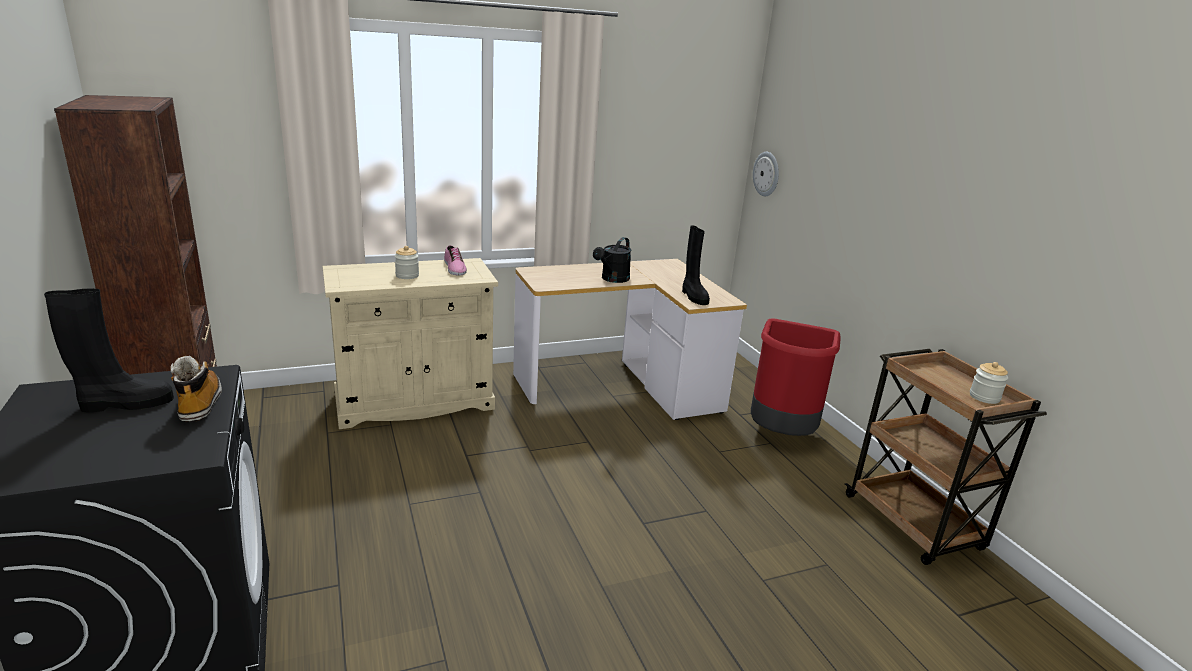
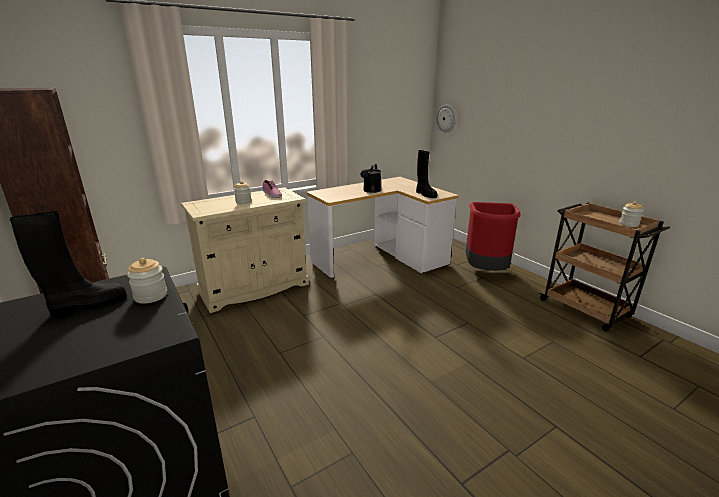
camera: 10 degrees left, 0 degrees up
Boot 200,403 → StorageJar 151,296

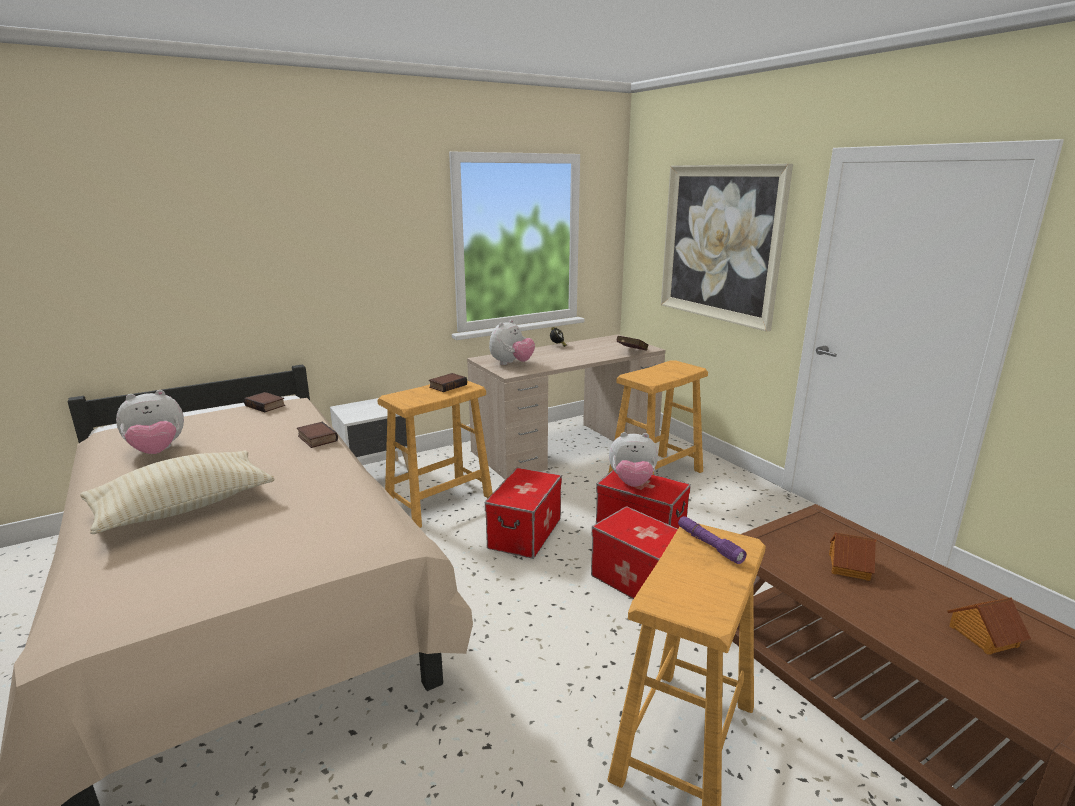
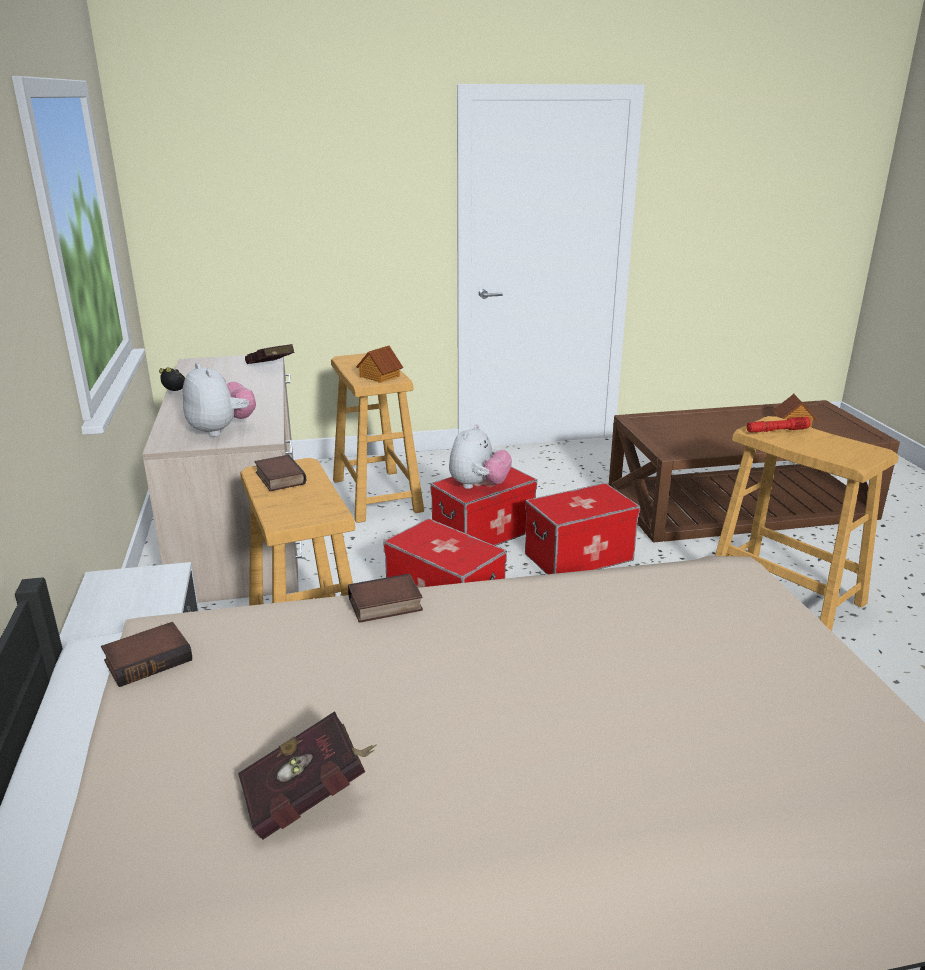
camera: 70 degrees left, 5 degrees up
SandColouredPillow 184,507 → -
CuddlyToy 157,452 → RedBook 309,797
WallPicture 720,243 → -
PurpleFlashlight 709,545 → RedFlashlight 776,431
ModelHouse 848,566 → ModelHouse 379,376, shifted

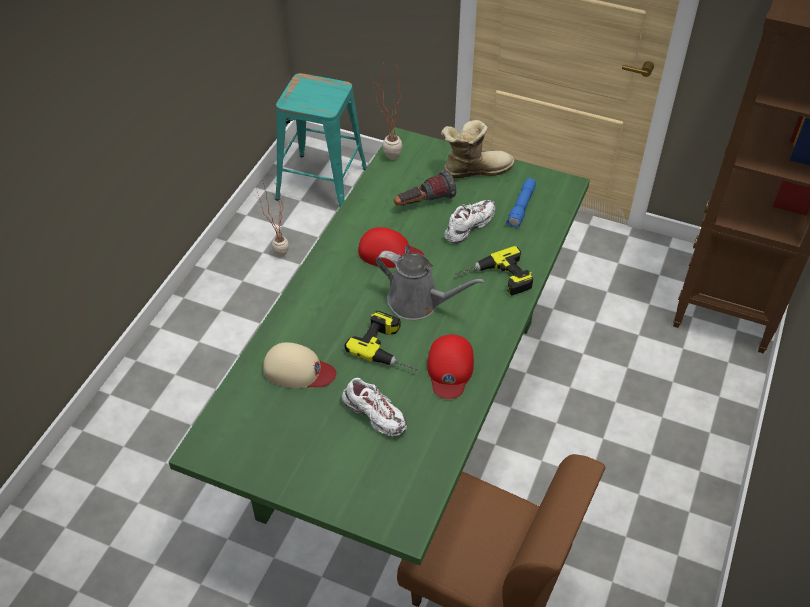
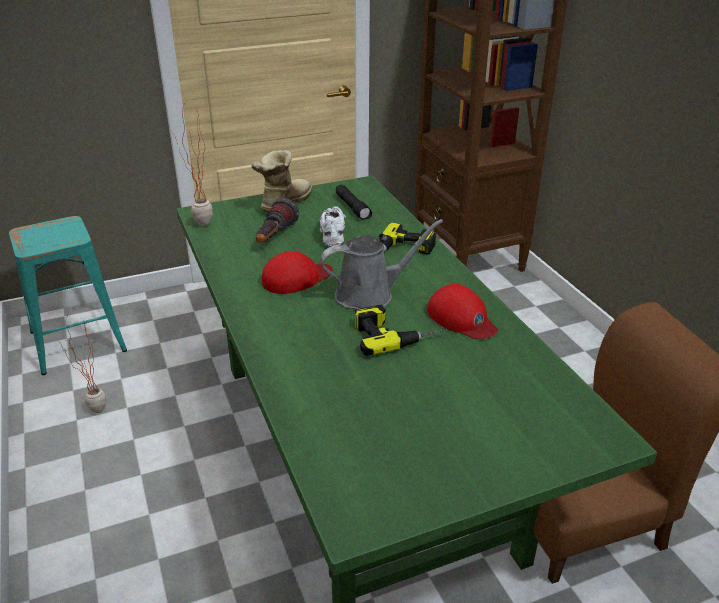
camera: 45 degrees left, 15 degrees down
SandColouredBaseballCap 298,370 → -
WhiteItemOfFootwear 375,415 → -
BlueFlashlight 521,208 → BlackFlashlight 353,208

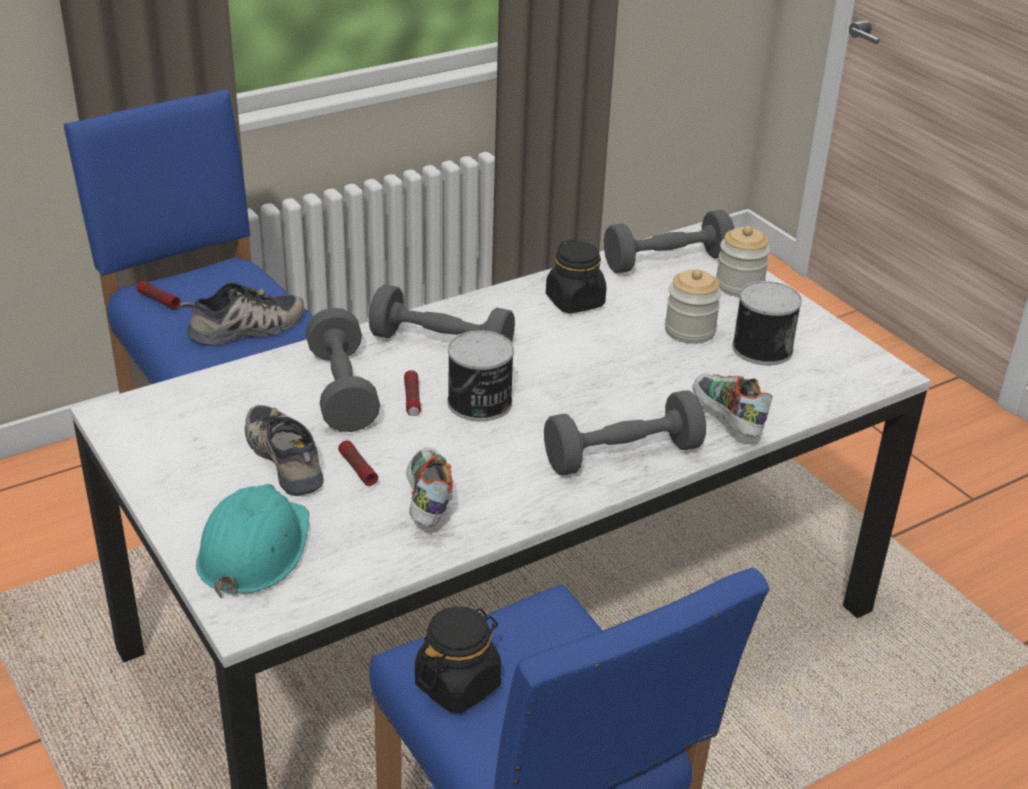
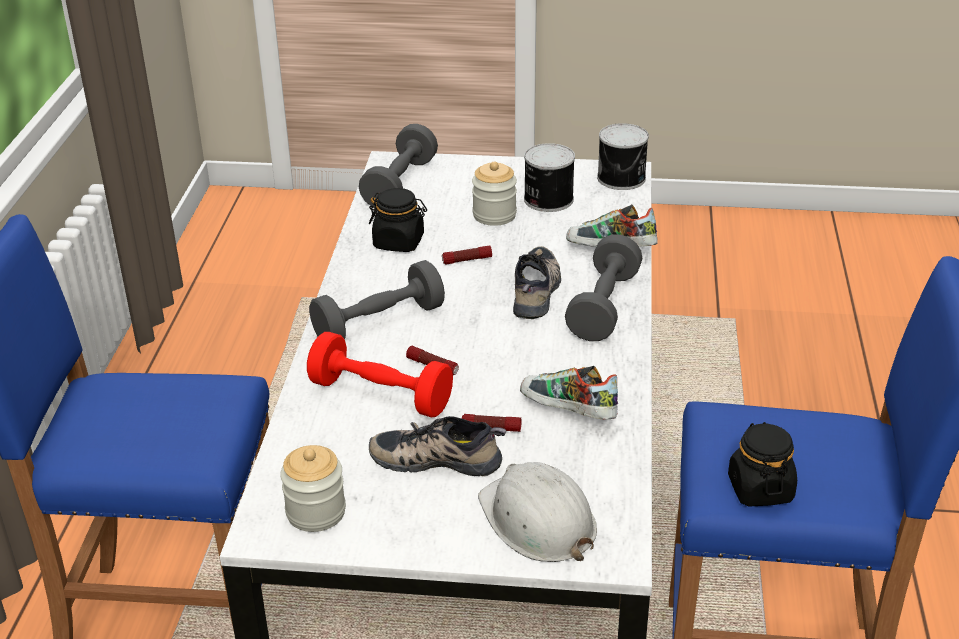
camera: 50 degrees left, 0 degrees up
Flashlight 158,300 → Flashlight 467,260, shifted
ItemOfFootwear 246,329 → ItemOfFootwear 538,291, shifted
TurquoiseColouredWorkHelmet 253,549 → WhiteWorkHelmet 537,521
GrayHandWeight 342,391 → RedHandWeight 381,395
SealedCan 480,403 → SealedCan 622,178, shifted
StorageJar 739,285 → StorageJar 316,512, shifted

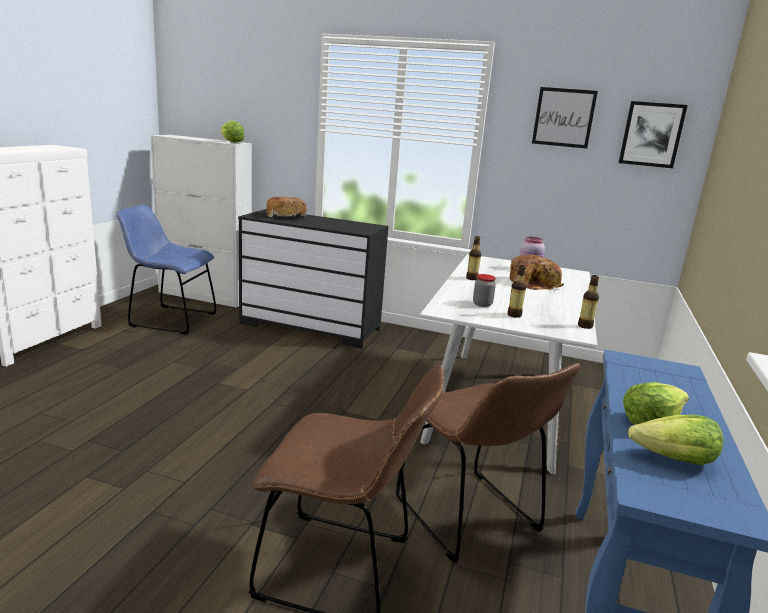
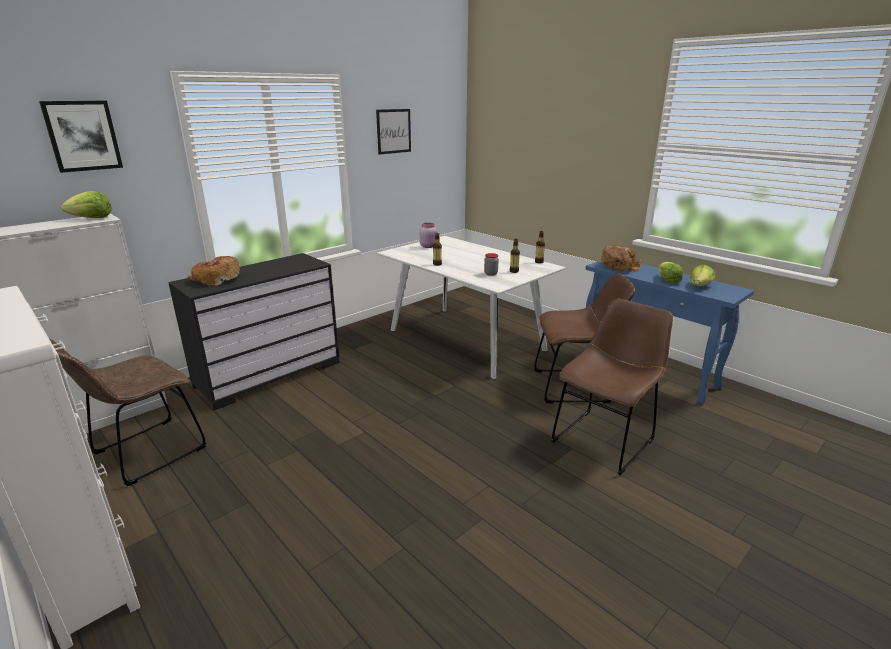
camera: 60 degrees left, 5 degrees up
BluePlainChair 169,319 → BrownPlainChair 144,453
Bread 534,283 → Bread 620,266, shifted
WallPicture 651,134 → WallPicture 82,136, shifted

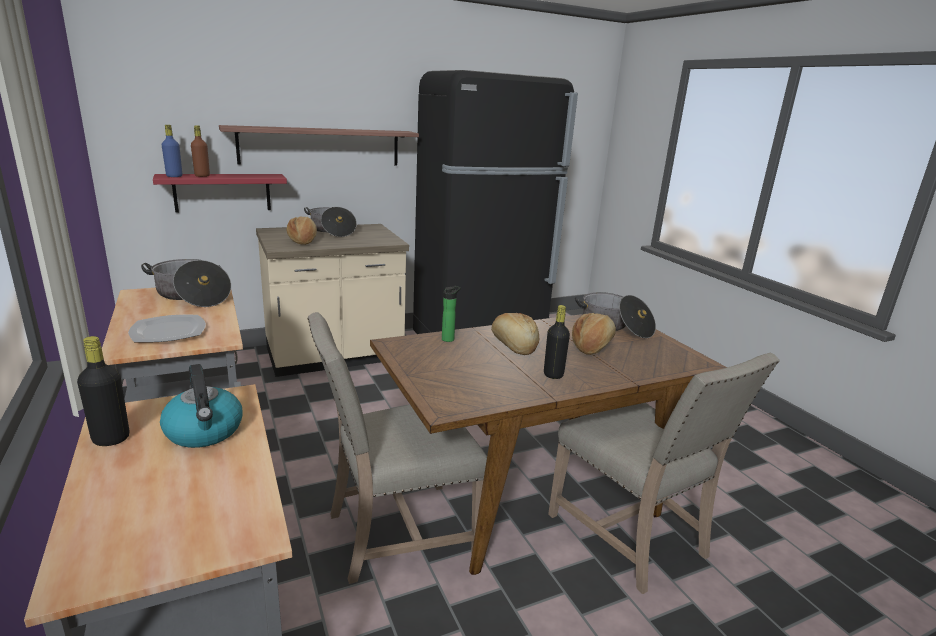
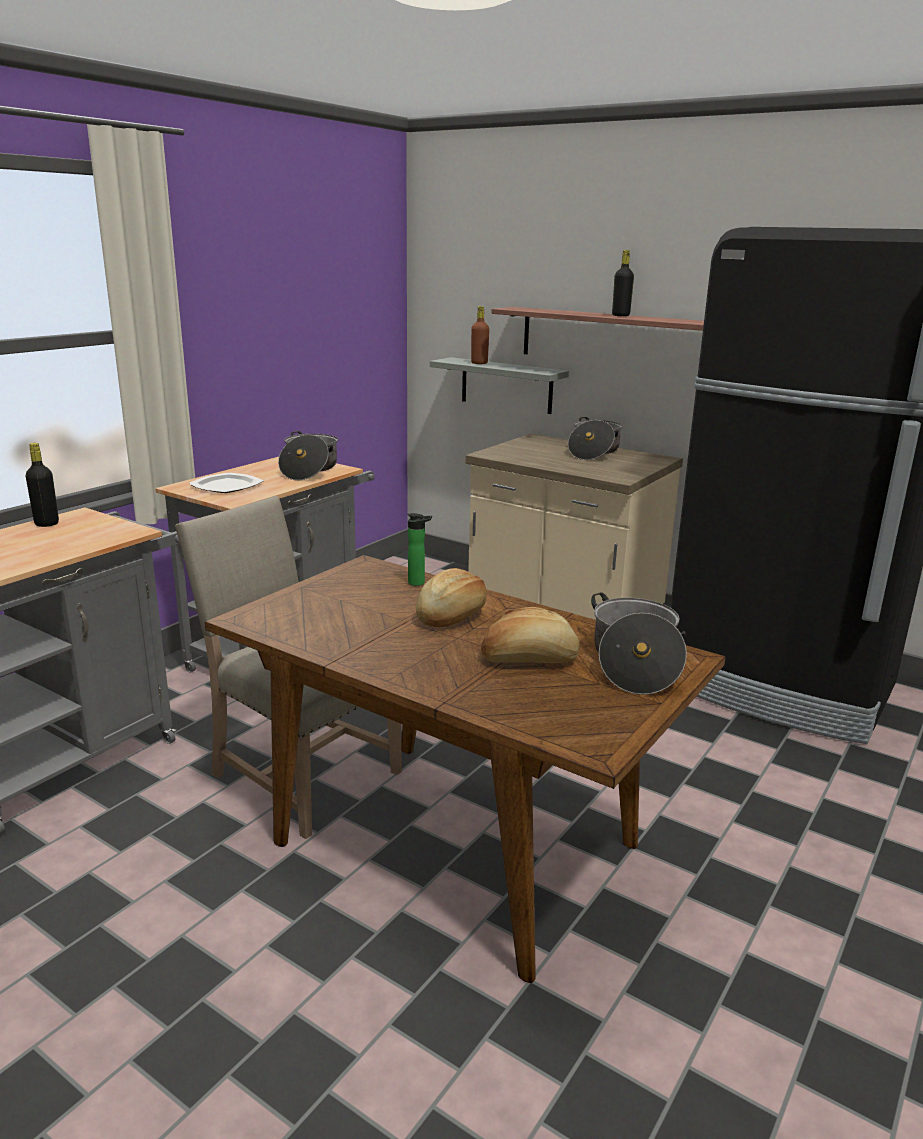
camera: 60 degrees right, 0 degrees up
RedWallShelf 222,192 → GrayWallShelf 506,385
TeaKettle 205,432 → -
BlueBottle 174,176 → -
Bread 303,240 → -
BlackBottle 553,374 → BlackBottle 620,315, shifted
SandColouredPlainChair 632,536 → -

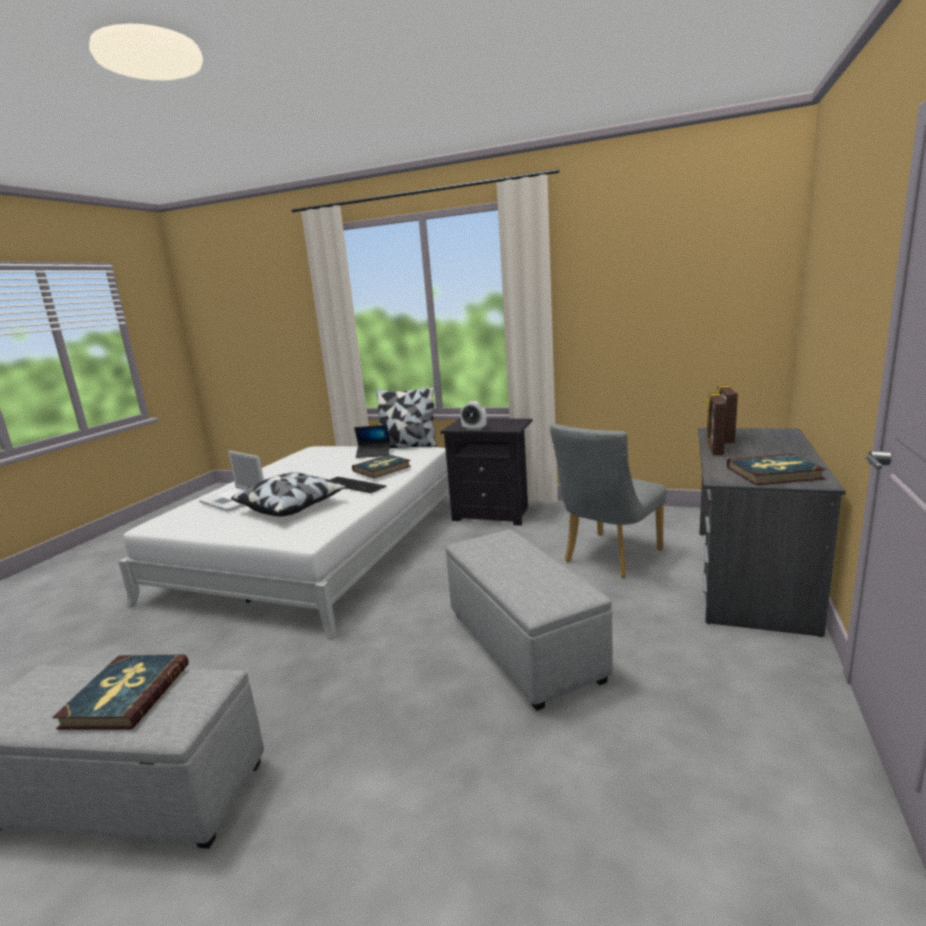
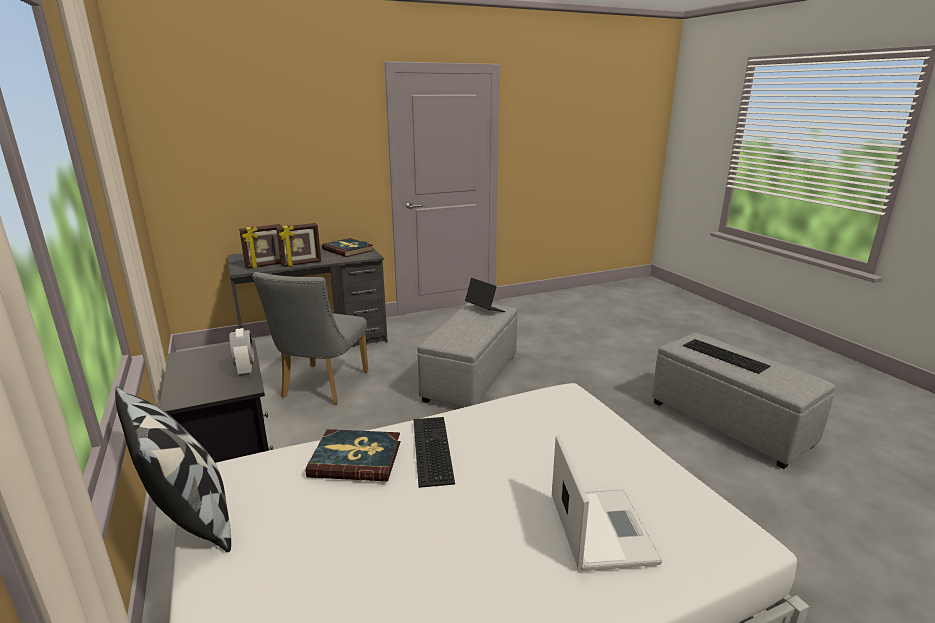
camera: 135 degrees left, 5 degrees up
Book 126,695 → Keyboard 726,355
Pillow 292,507 → -
NotebookComputer 374,454 → NotebookComputer 484,310, shifted
GrayPlainChair 608,558 → GrayPlainChair 321,387, 105 degrees clockwise

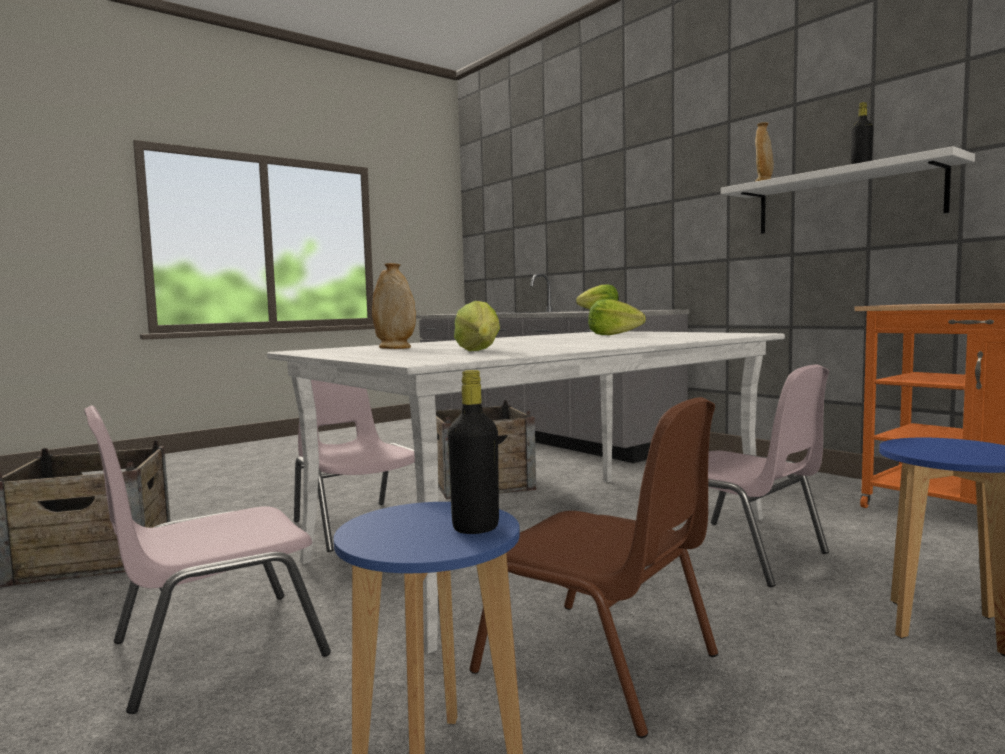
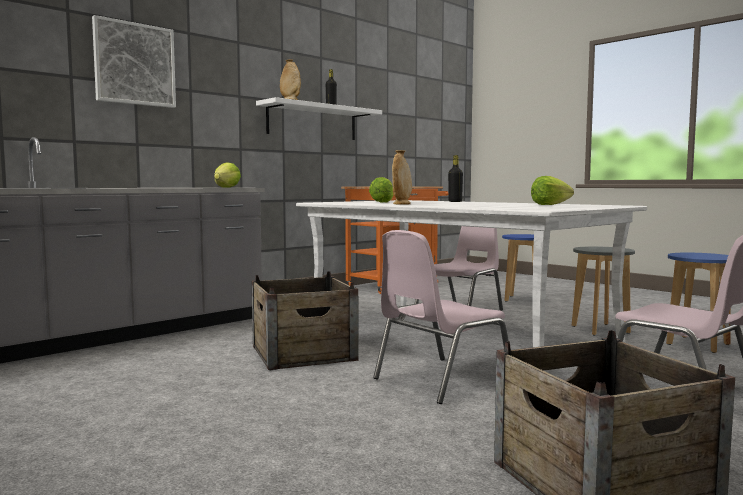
camera: 95 degrees left, 0 degrees up
SandColouredVase 395,348 → SandColouredVase 402,204, shifted
BlackBottle 475,528 → BlackBottle 455,201, shifted
BrownPlainChair 600,664 → GrayStoolSeat 600,329
- → WallPicture 134,64

